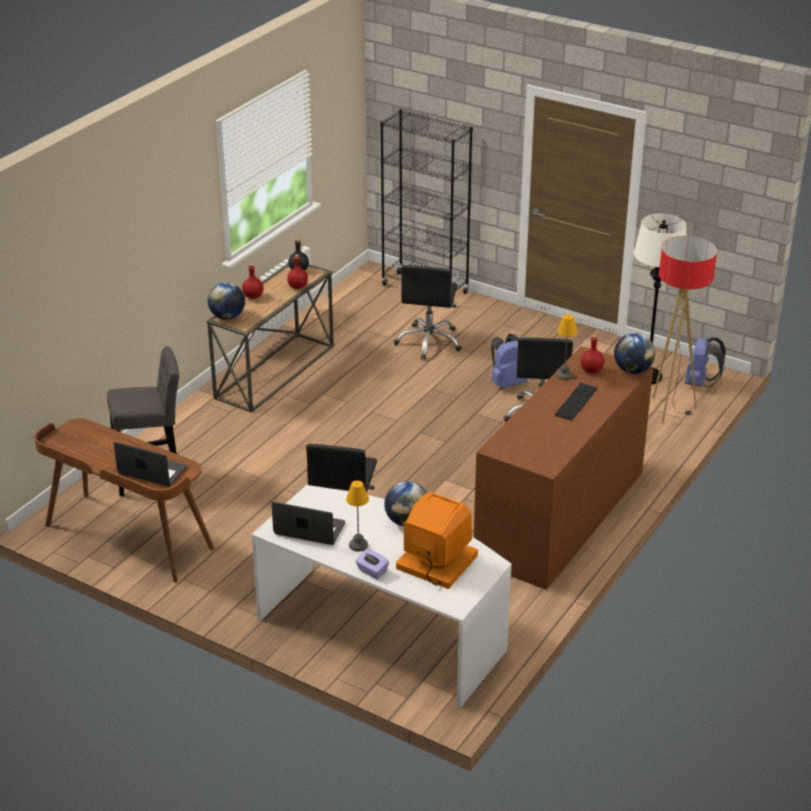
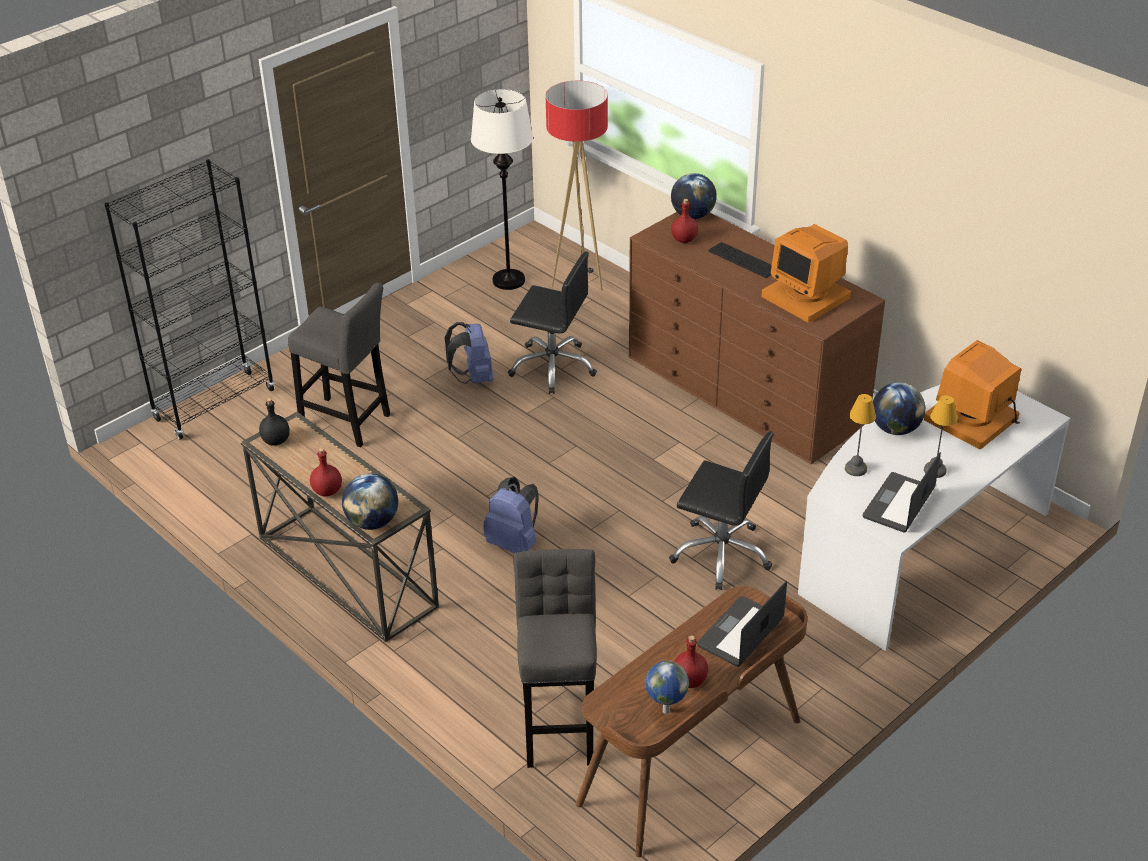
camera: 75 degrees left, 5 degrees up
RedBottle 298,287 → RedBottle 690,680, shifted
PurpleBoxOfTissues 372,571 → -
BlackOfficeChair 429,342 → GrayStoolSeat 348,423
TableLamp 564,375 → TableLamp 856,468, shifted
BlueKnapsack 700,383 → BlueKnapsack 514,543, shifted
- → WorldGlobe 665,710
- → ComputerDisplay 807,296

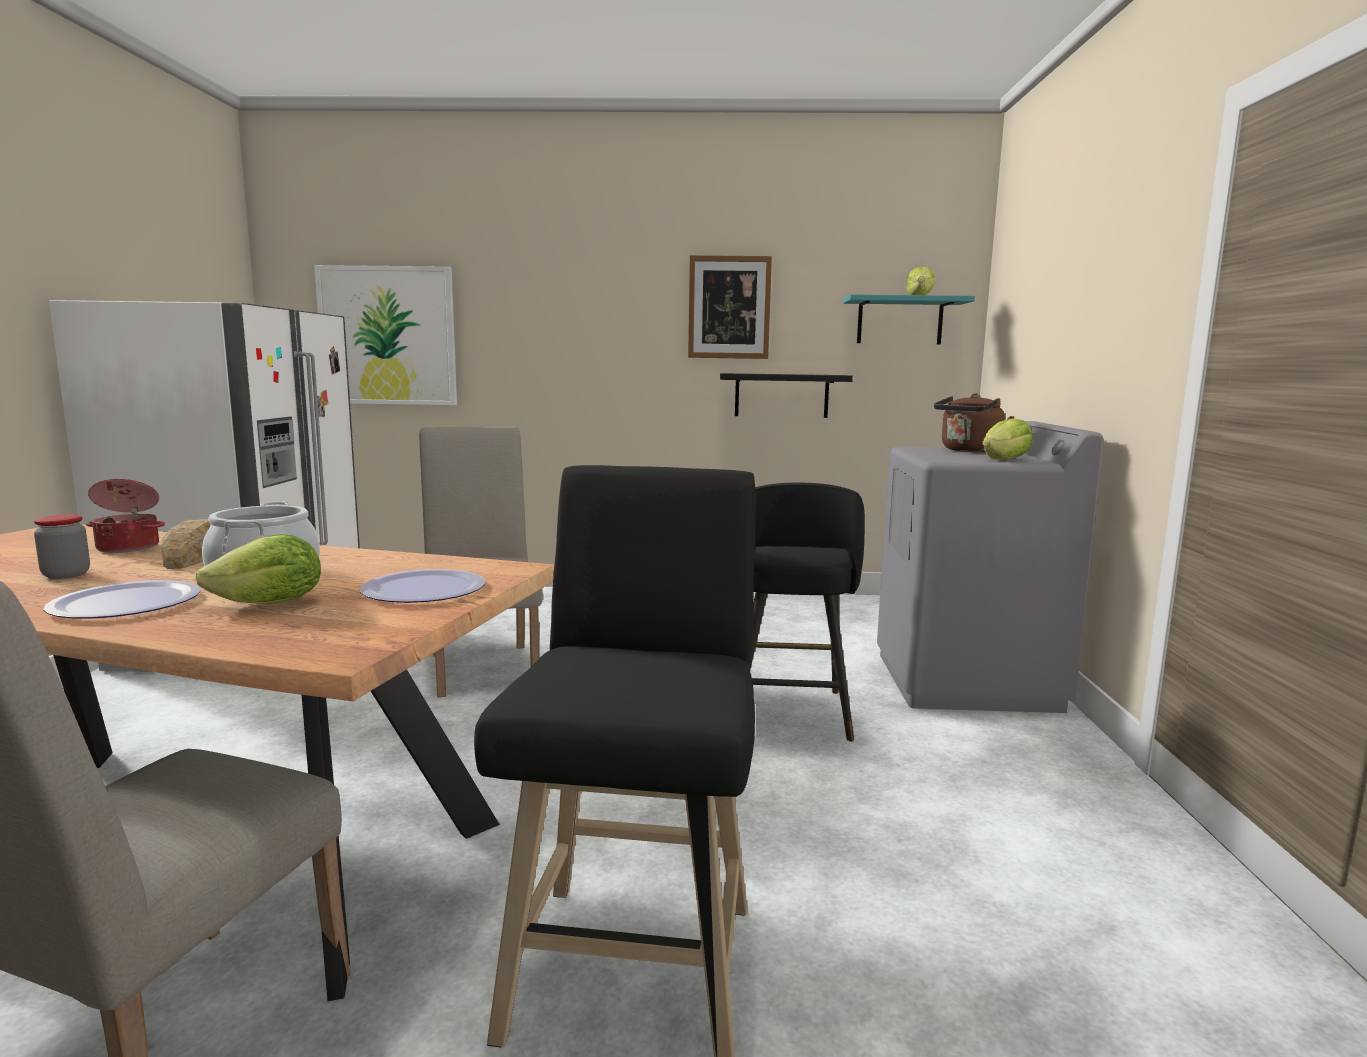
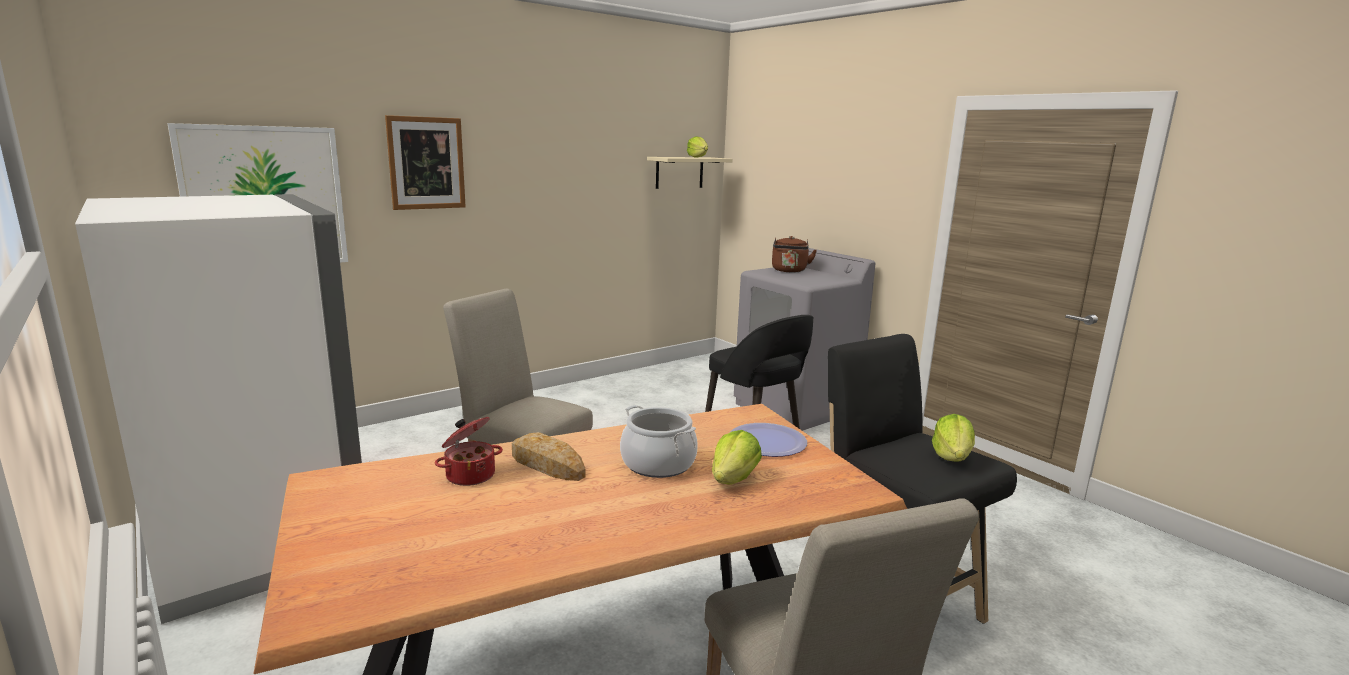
camera: 40 degrees left, 5 degrees up
StorageJar 66,575 → -
DinnerPlate 126,603 → -
WallPicture 729,307 → WallPicture 426,163, shifted
BlackWallShelf 781,395 → -
TurquoiseColouredWallShelf 899,321 → SandColouredWallShelf 679,172
Lettuce 1005,460 → Lettuce 952,457, shifted

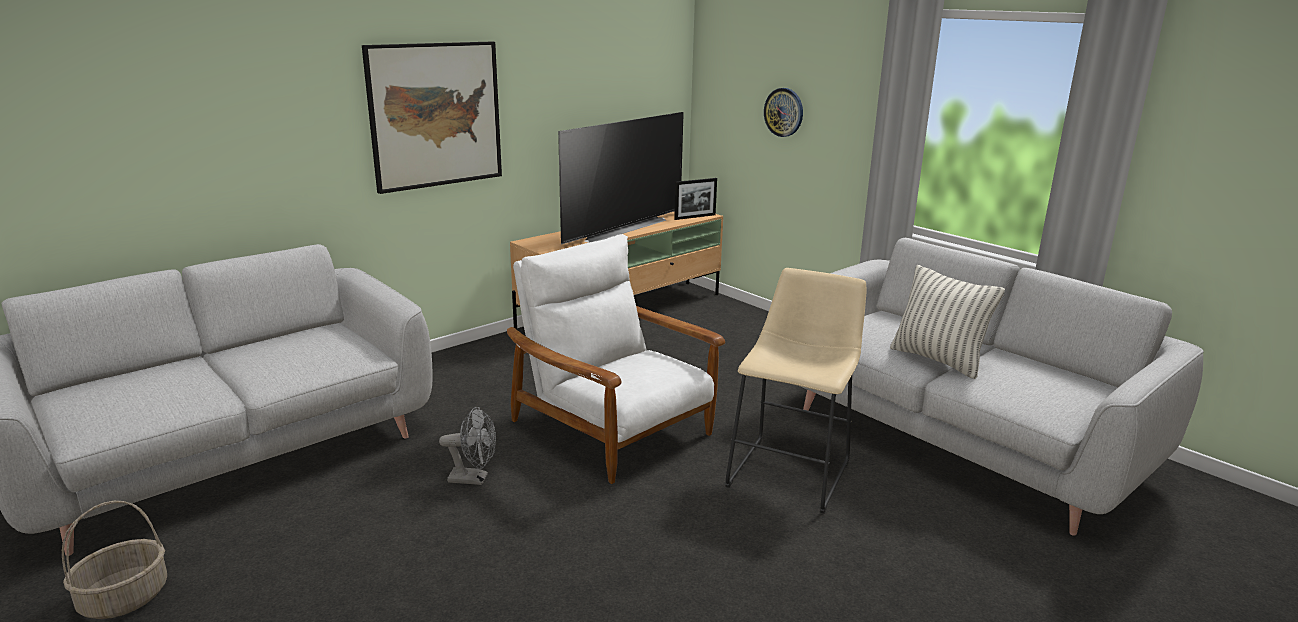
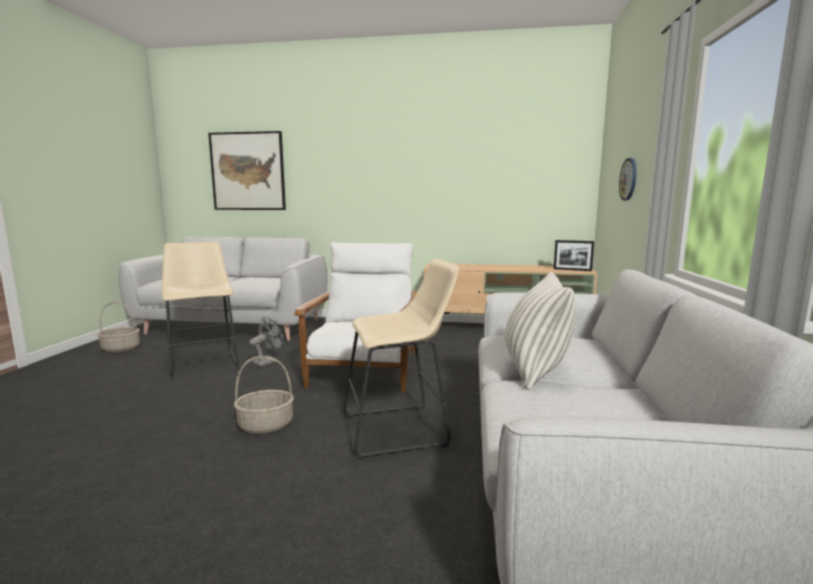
camera: 50 degrees right, 10 degrees down
WallPicture 435,115 → WallPicture 248,171, shifted
GrayFan 474,479 → GrayFan 268,362, 105 degrees counterclockwise
Television 619,228 → -
- → SandColouredStoolSeat 204,362
- → StorageBasket 266,425

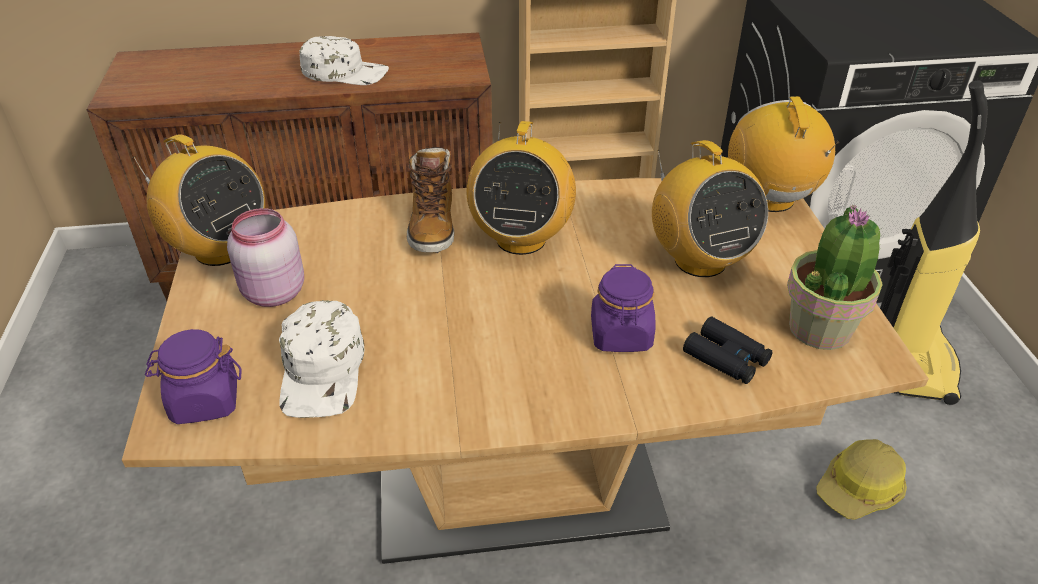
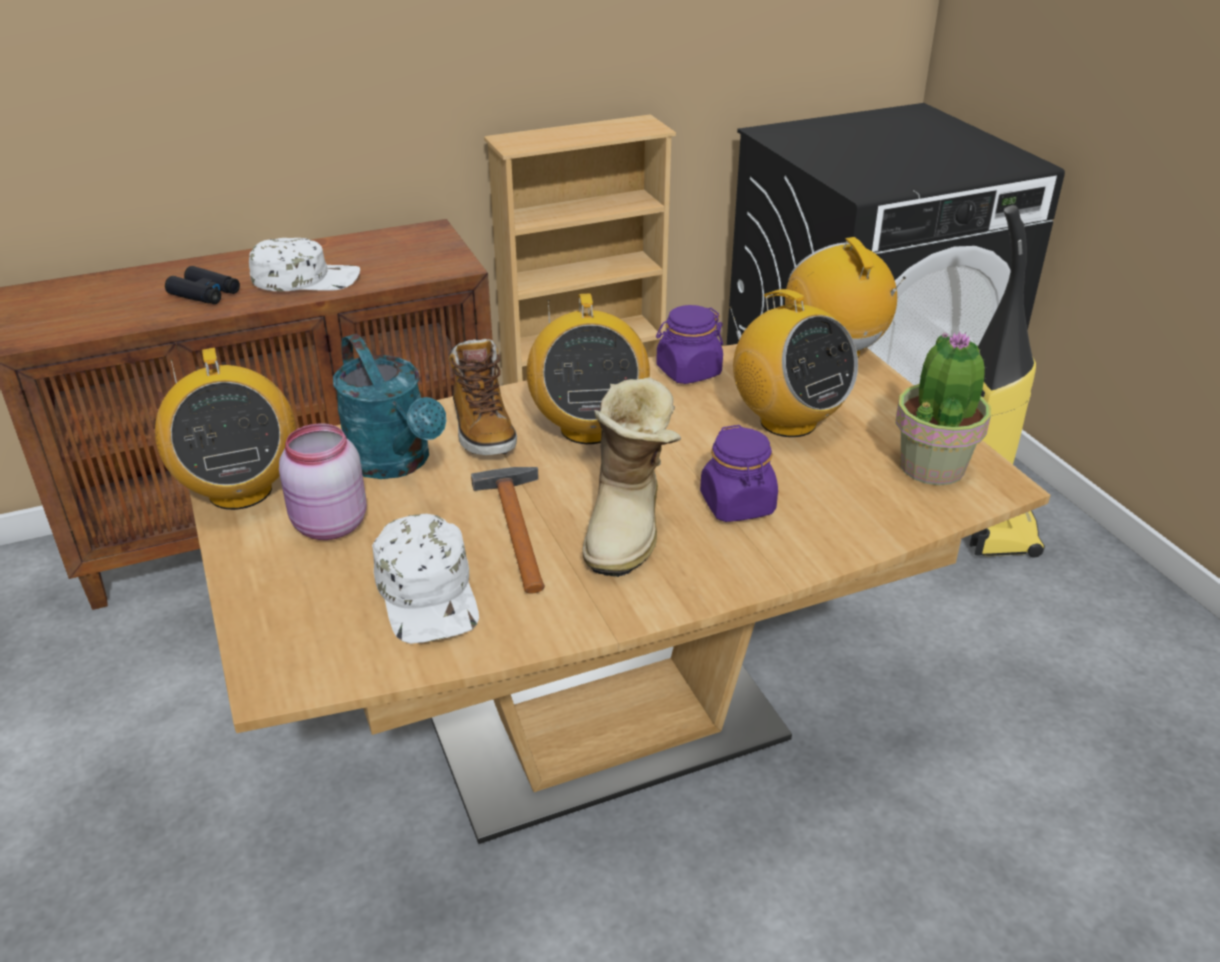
camera: 15 degrees left, 5 degrees down
RadioReceiver 220,250 → RadioReceiver 240,490, 45 degrees clockwise
PurpleStorageJar 204,401 → PurpleStorageJar 688,372, shifted
BlackBinoculars 726,358 → BlackBinoculars 205,294, shifted
WorkHelmet 859,489 → -
- → TurquoiseColouredWateringPot 396,463
- → ToolHammer 517,526
- → Boot 630,526

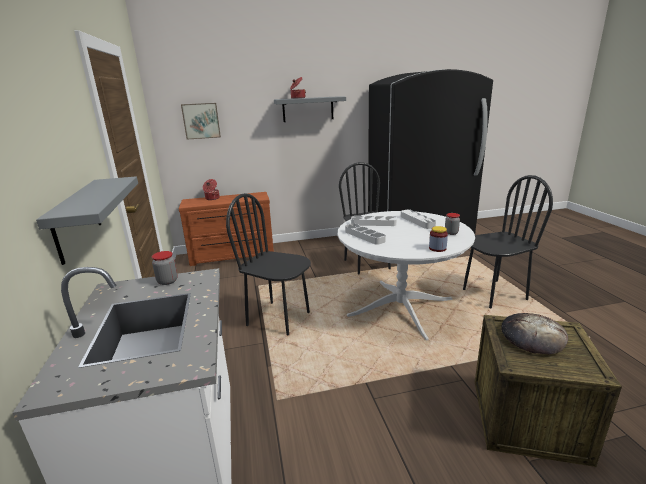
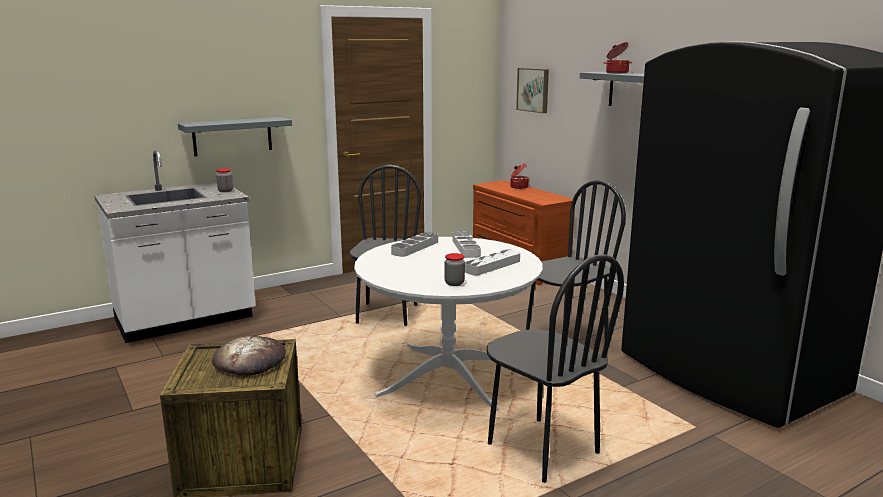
camera: 70 degrees right, 5 degrees down
StorageJar 437,248 → -

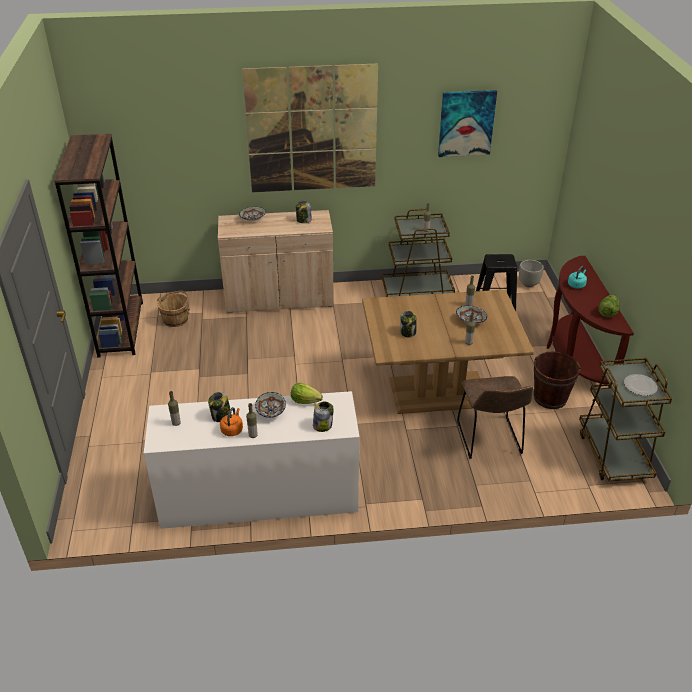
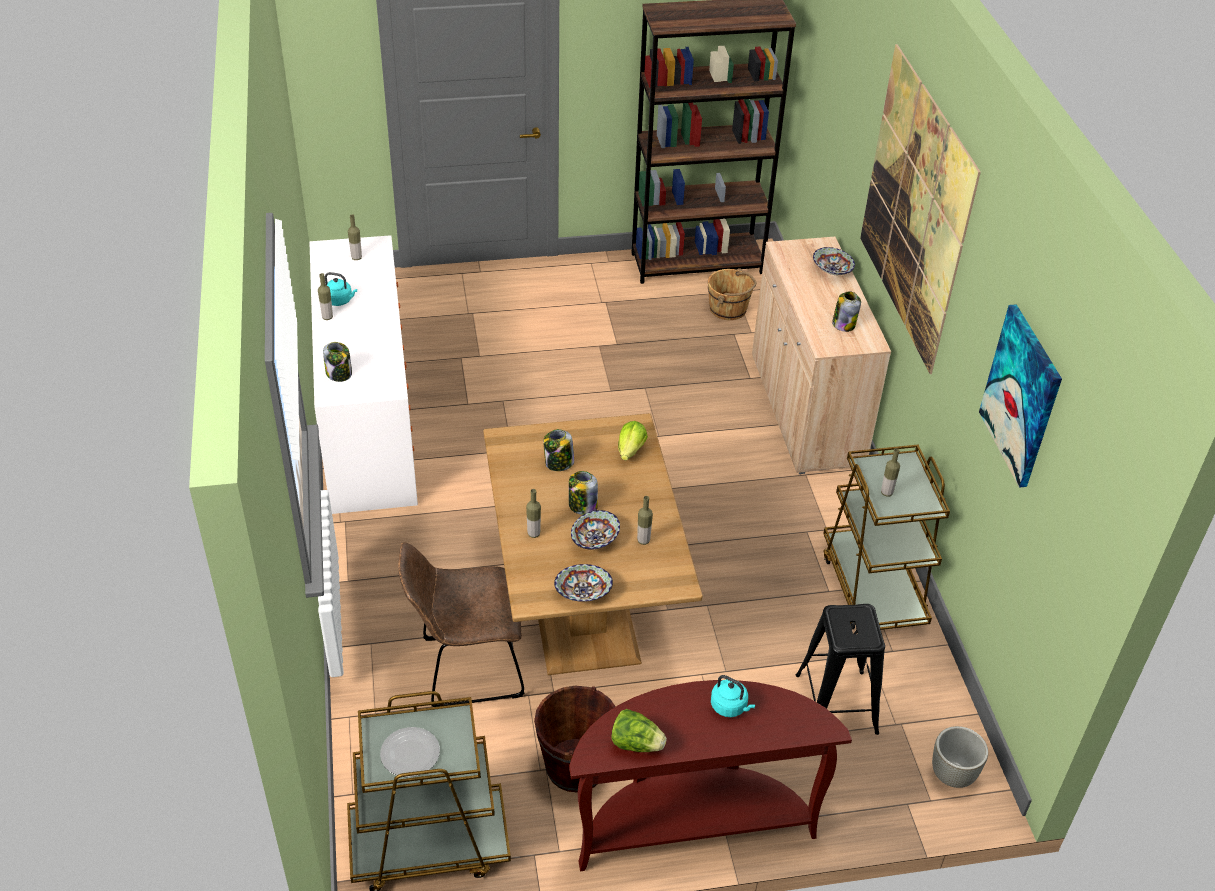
camera: 85 degrees right, 5 degrees up
StorageJar 221,416 → StorageJar 582,506, shifted
OrangeTeaKettle 232,429 → TurquoiseColouredTeaKettle 340,300
Bowl 270,412 → Bowl 583,592, shifted
Lettuce 305,401 → Lettuce 631,450, shifted

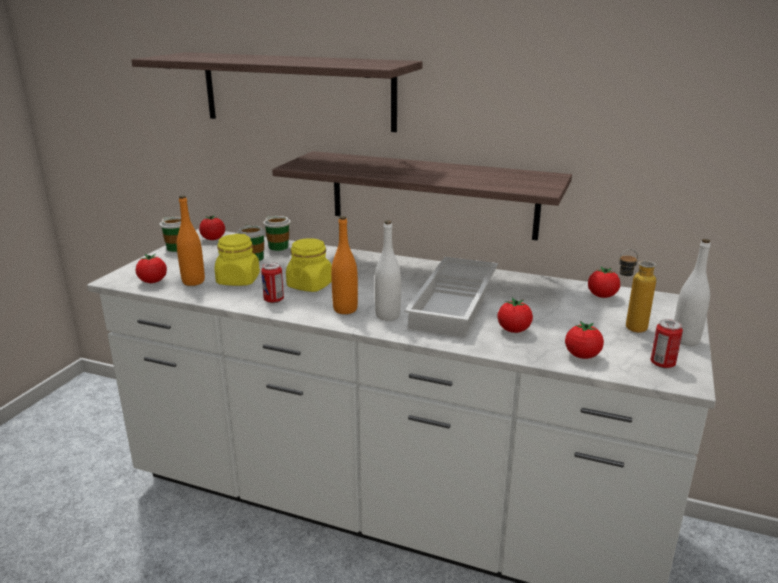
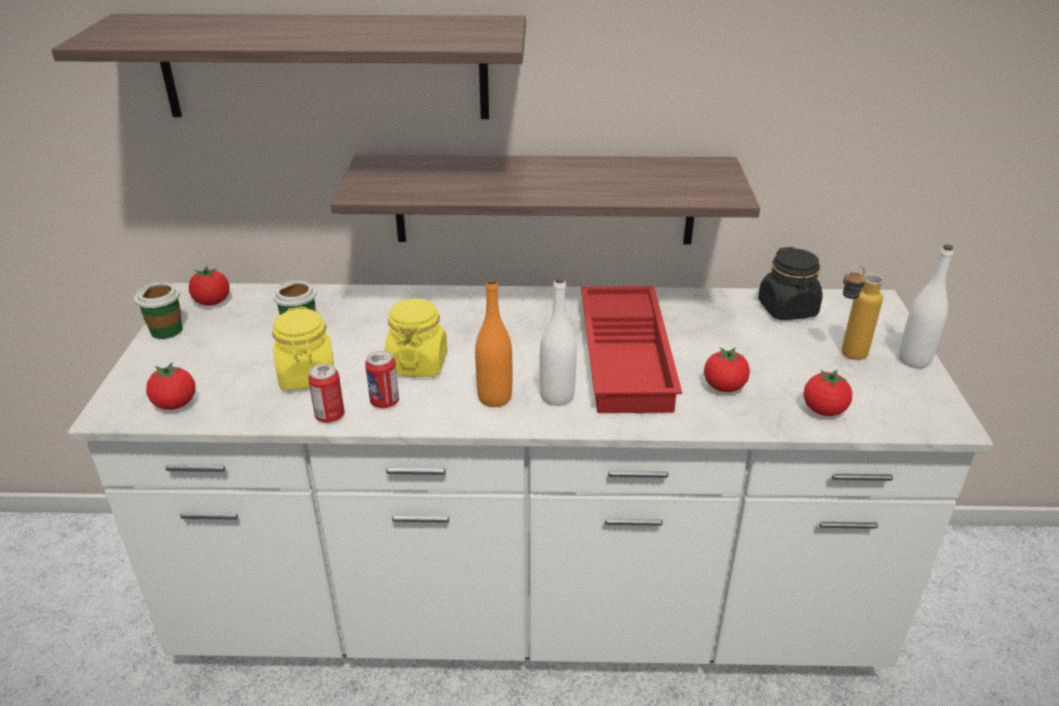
camera: 20 degrees left, 10 degrees up
OrangeBottle 193,282 → -
DrinkingCup 278,247 → -
WhiteTray 456,303 → RedTray 628,357
FreshTomato 602,296 → BlackStorageJar 787,309
SealedCan 662,364 → SealedCan 330,416, shifted

